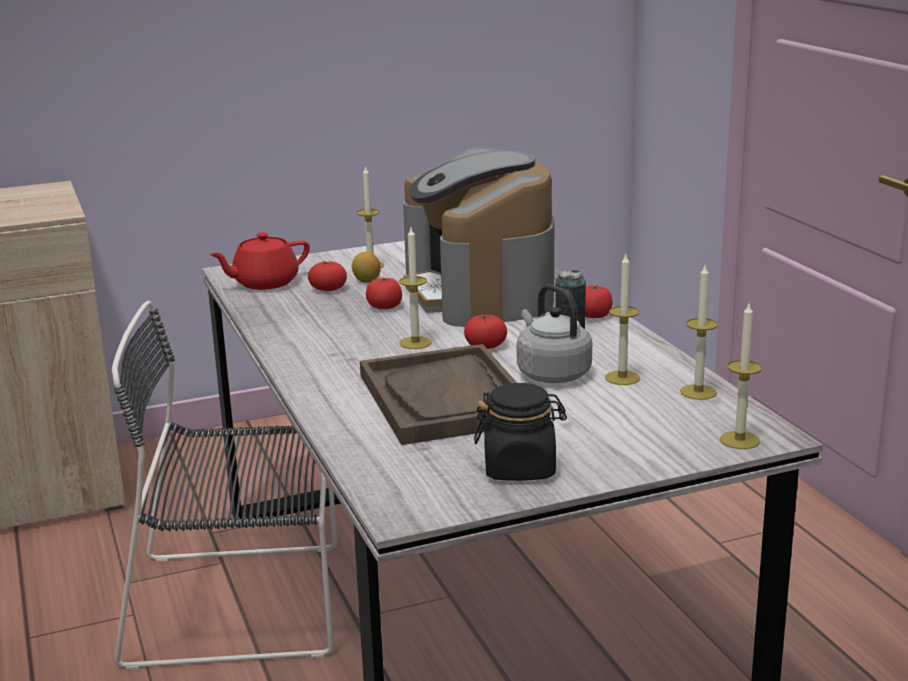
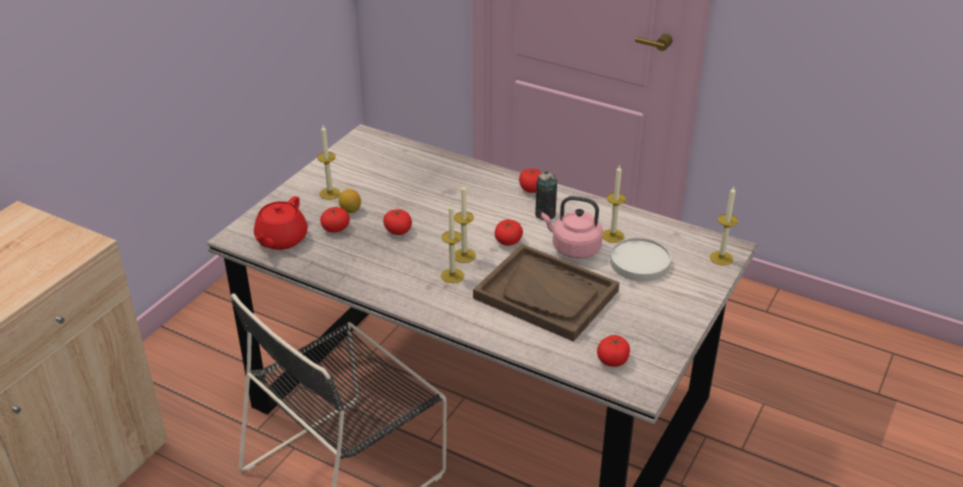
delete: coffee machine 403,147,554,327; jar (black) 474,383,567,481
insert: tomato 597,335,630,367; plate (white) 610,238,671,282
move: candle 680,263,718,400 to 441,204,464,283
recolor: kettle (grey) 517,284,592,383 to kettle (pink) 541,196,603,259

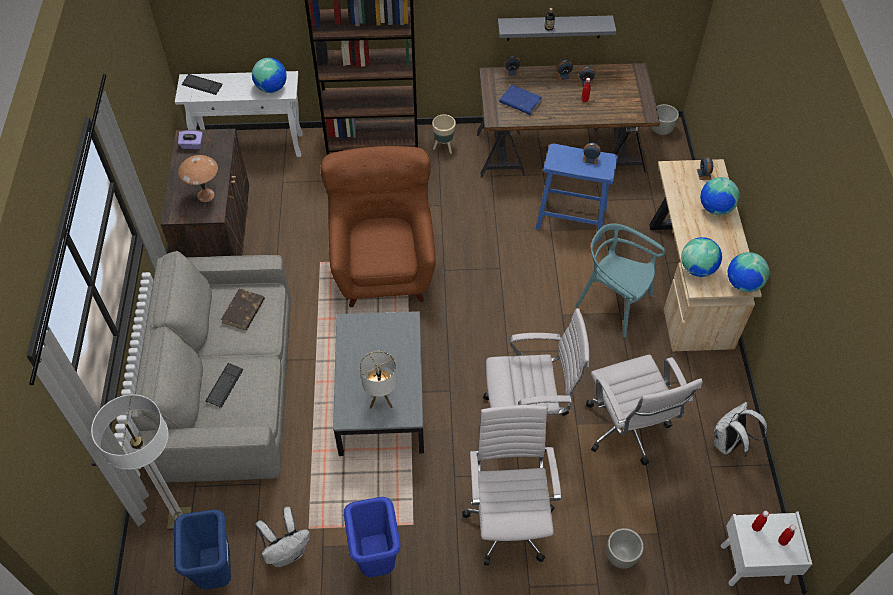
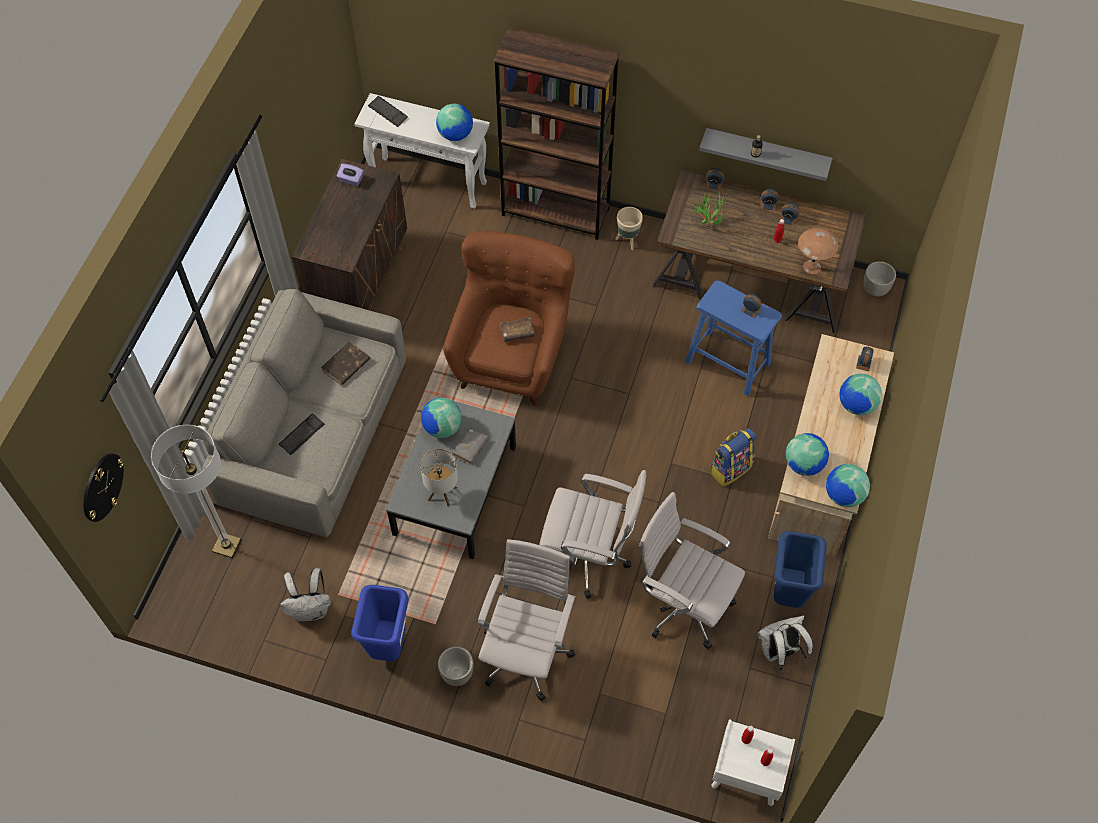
insert: wall clock 83,453,124,522; globe 421,398,462,438; book (grey) 452,428,487,466; book (brown) 500,317,535,342
move: trash can (blue) 174,509,231,589 to 774,531,827,608; table lamp (brown) 178,155,218,202 to 798,228,838,275; planter (grey) 607,528,644,569 to 438,647,473,686
replace: book (blue) 499,85,543,115 to potted plant 694,191,723,227; chair (turquoise) 575,223,666,337 to backpack 710,428,757,487
rotate: office chair (white) 586,355,703,465 = 639,492,745,649 120 degrees clockwise

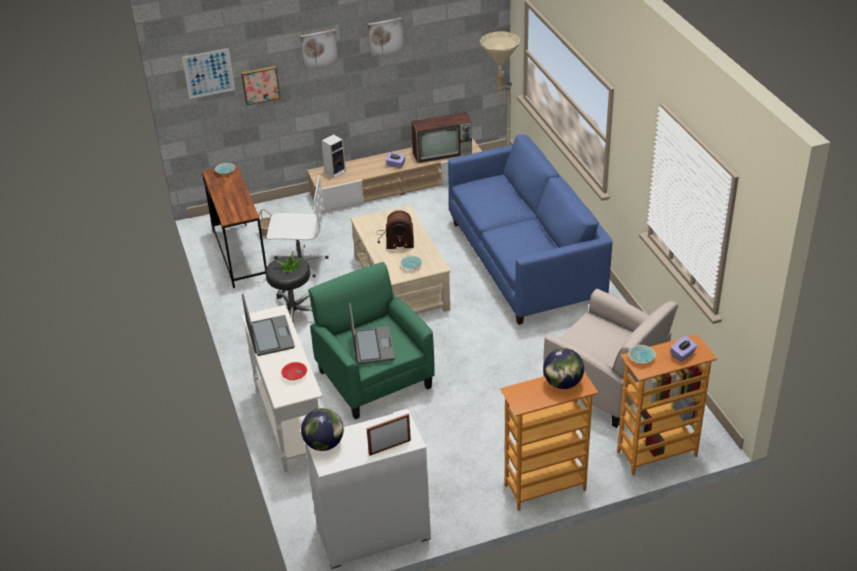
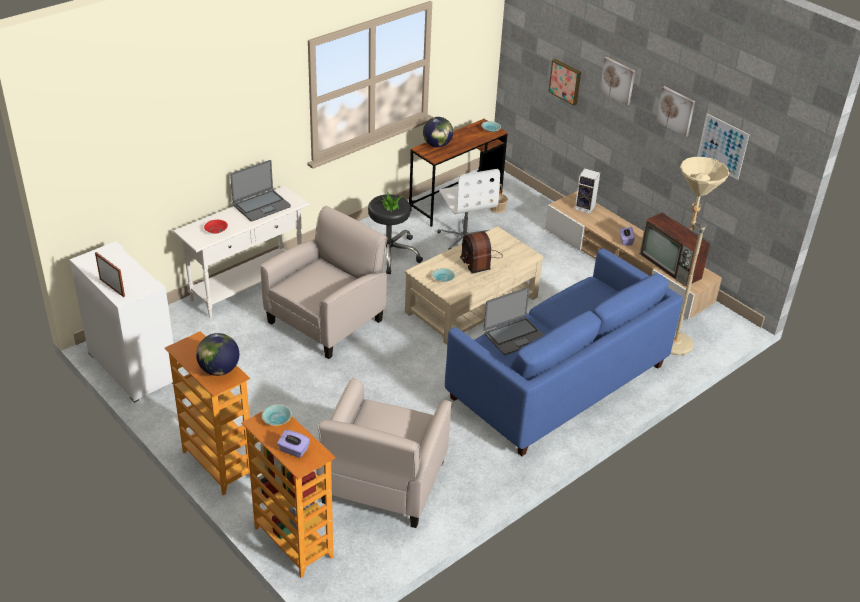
move: picture 182,48,235,99 to 697,114,750,180; globe 301,408,344,451 to 423,117,453,147; laptop 349,303,395,364 to 484,287,543,355
recolor: armchair (green) 308,262,435,419 to armchair (beige) 260,206,387,359

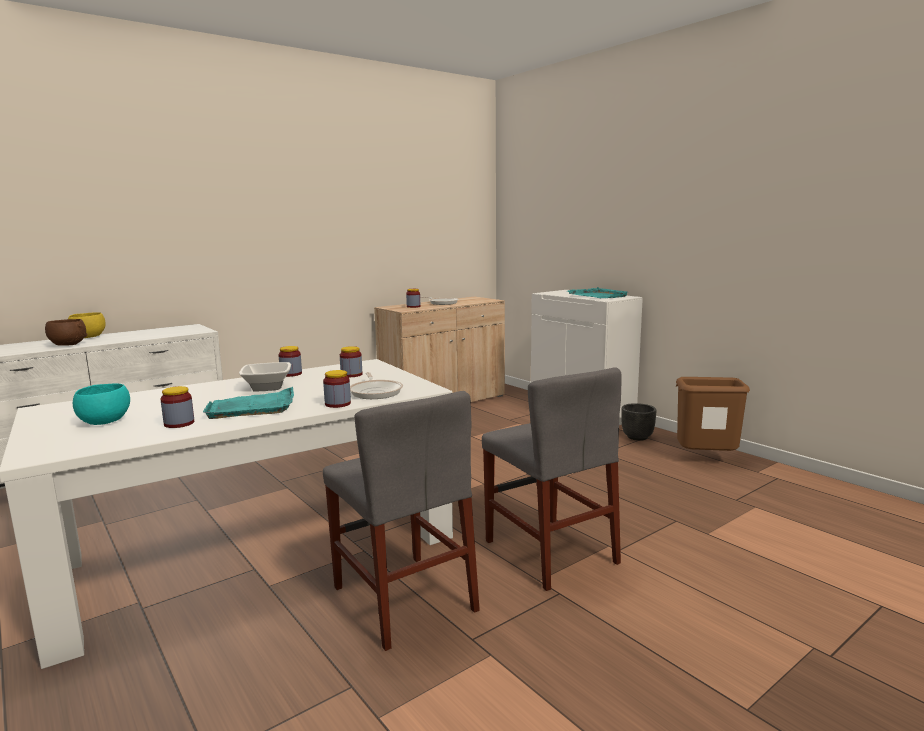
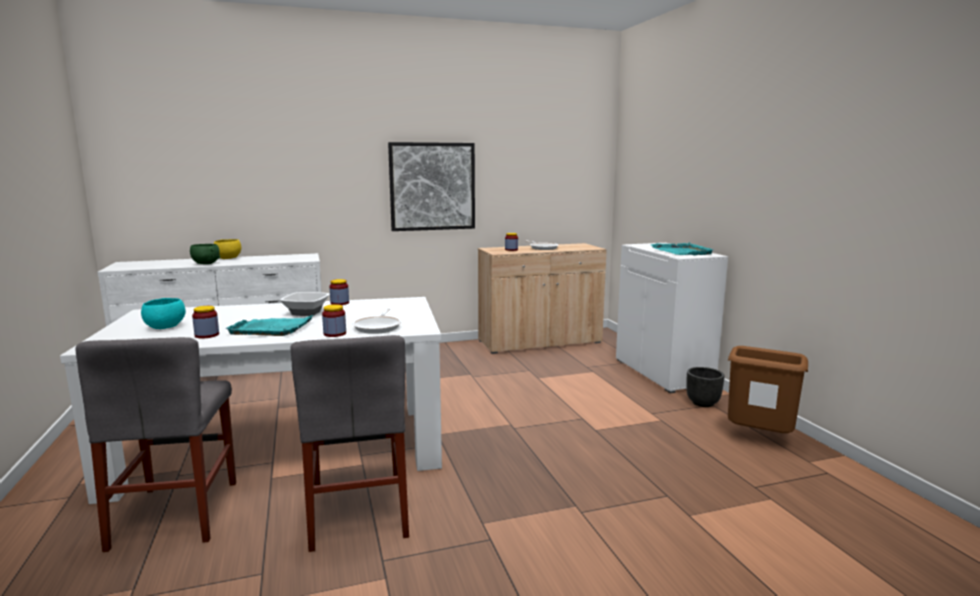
delete: jar 340,346,362,377
insert: picture 388,142,475,231
move: chair (grey) 482,368,622,591 to 75,337,236,552
recolor: bowl (brown) 45,319,88,346 to bowl (green) 190,244,220,264

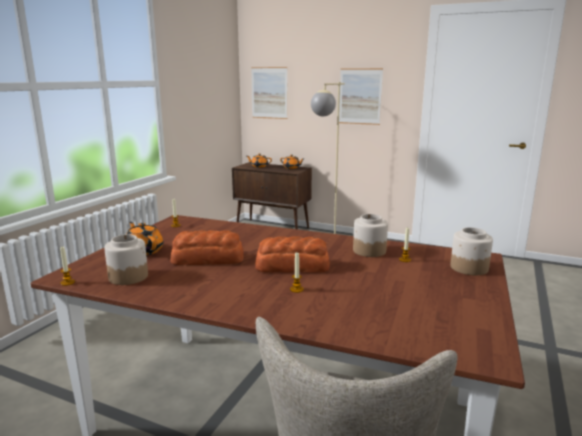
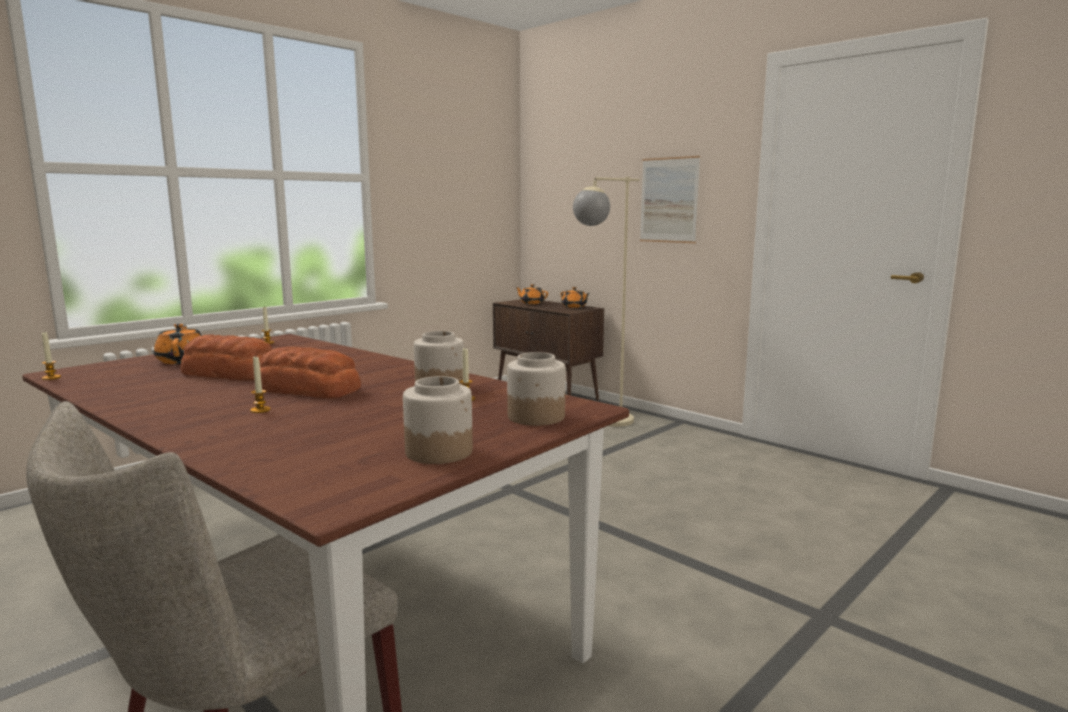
delete: picture 251,67,287,119
move: jar 104,234,148,285 to 403,376,473,464

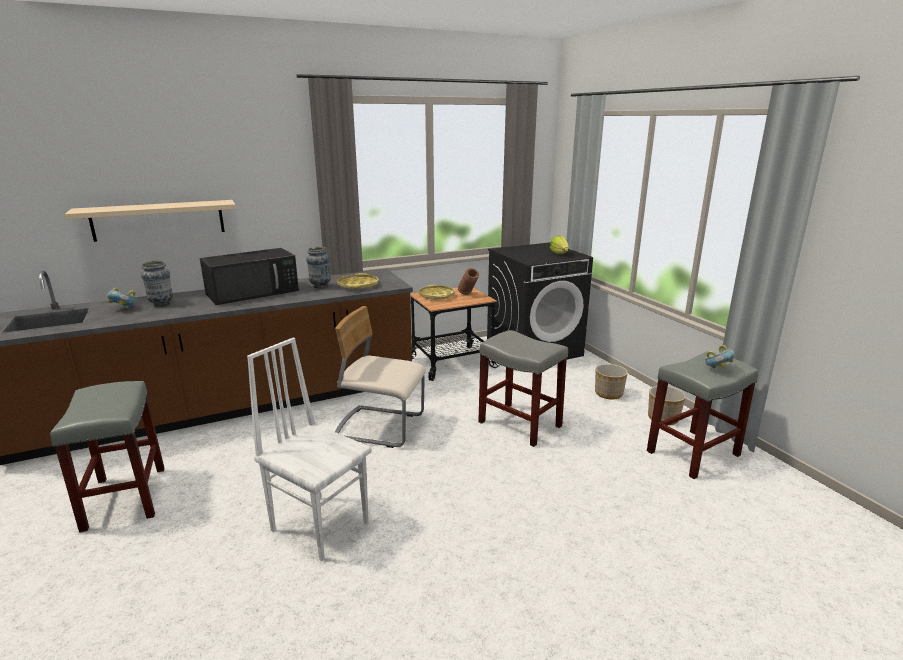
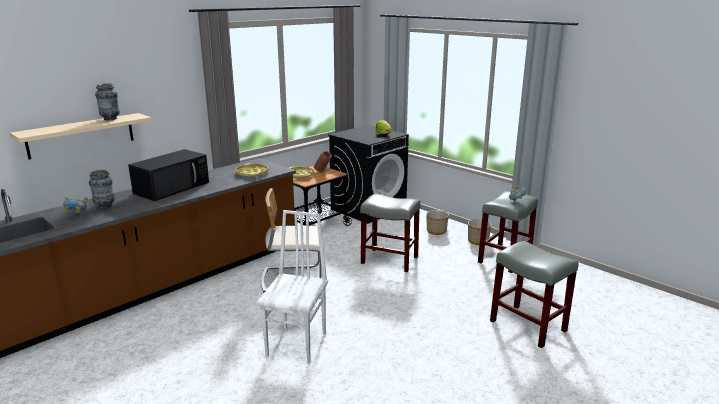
move: stool (grey) 50,381,165,533 to 490,241,578,349; vase 306,247,331,288 to 95,83,120,120
rotate: chair (white) 247,338,372,561 = 256,210,328,364 90 degrees clockwise

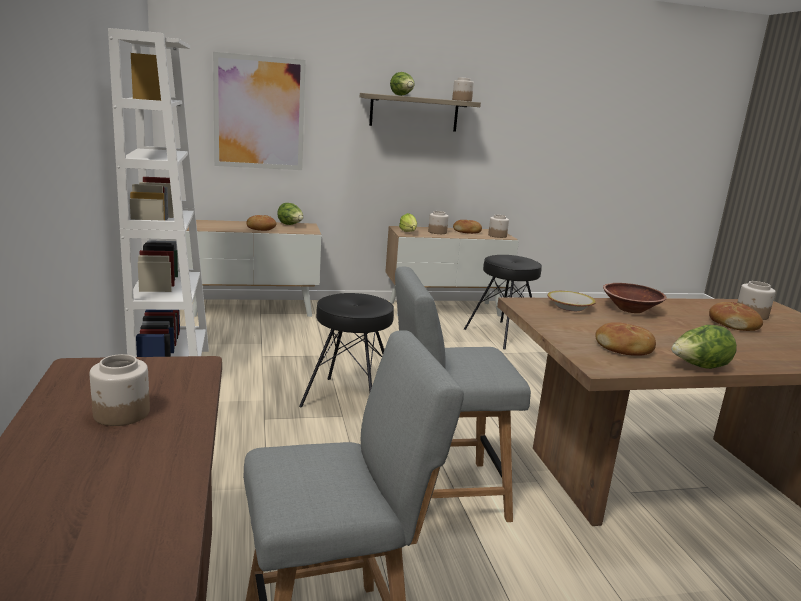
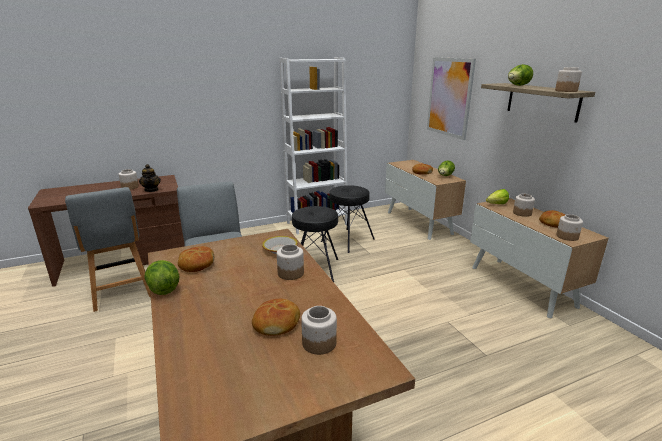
insert: teapot 139,164,161,192
move: stool (black) 464,255,542,349 to 321,185,375,253
replace: bowl (brown) 603,283,667,313 to jar 277,244,304,280

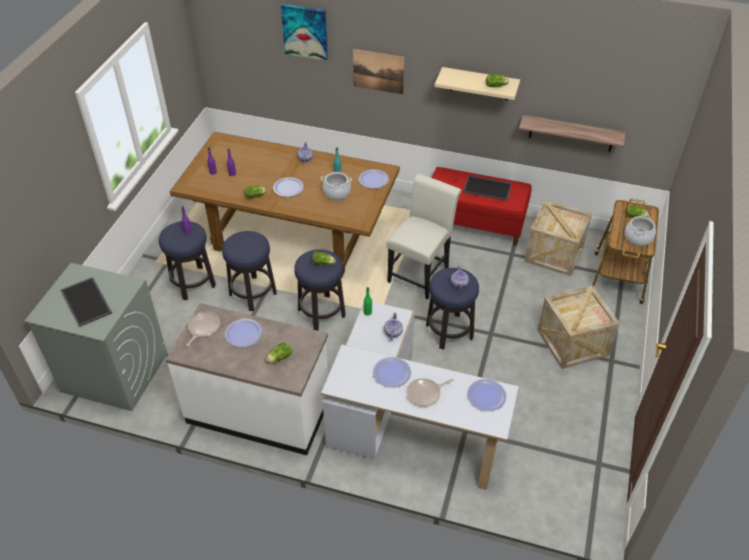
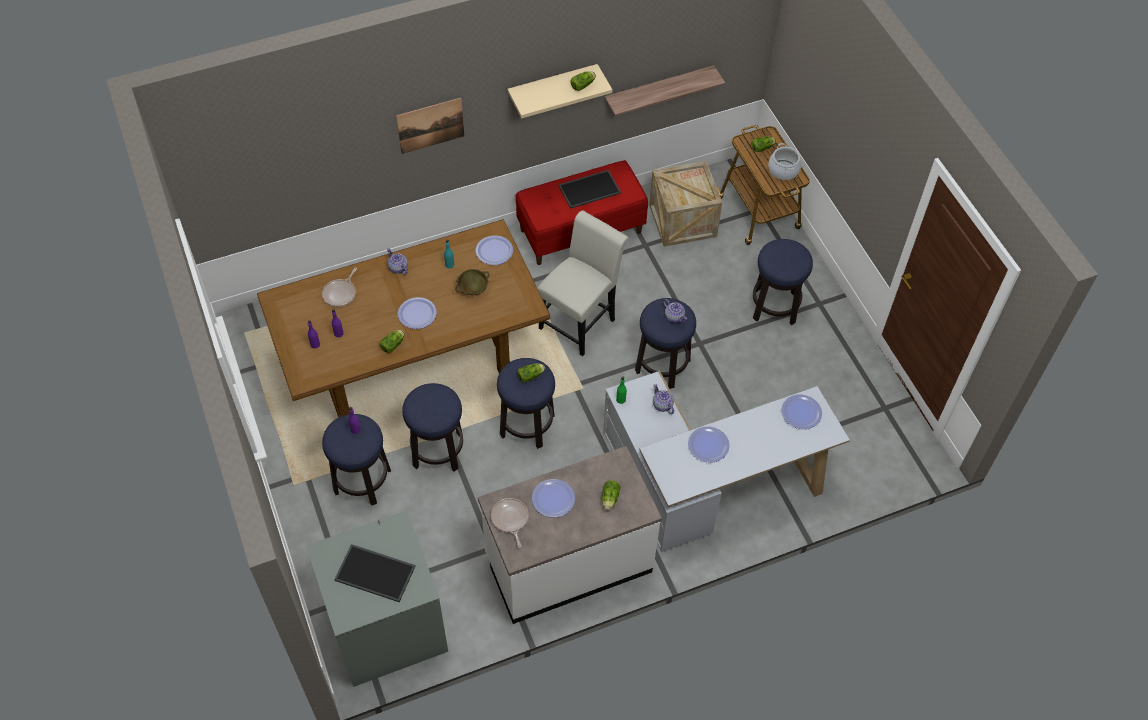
delete: picture 281,4,328,61
move: frying pan 407,378,454,407 to 322,267,357,307
replace: cooking pot 321,172,352,200 to bowl (beige) 455,269,490,295; crate 538,285,620,369 to stool 753,239,813,326
rotate: chair (white) 386,174,462,299 = 537,210,629,356 45 degrees clockwise

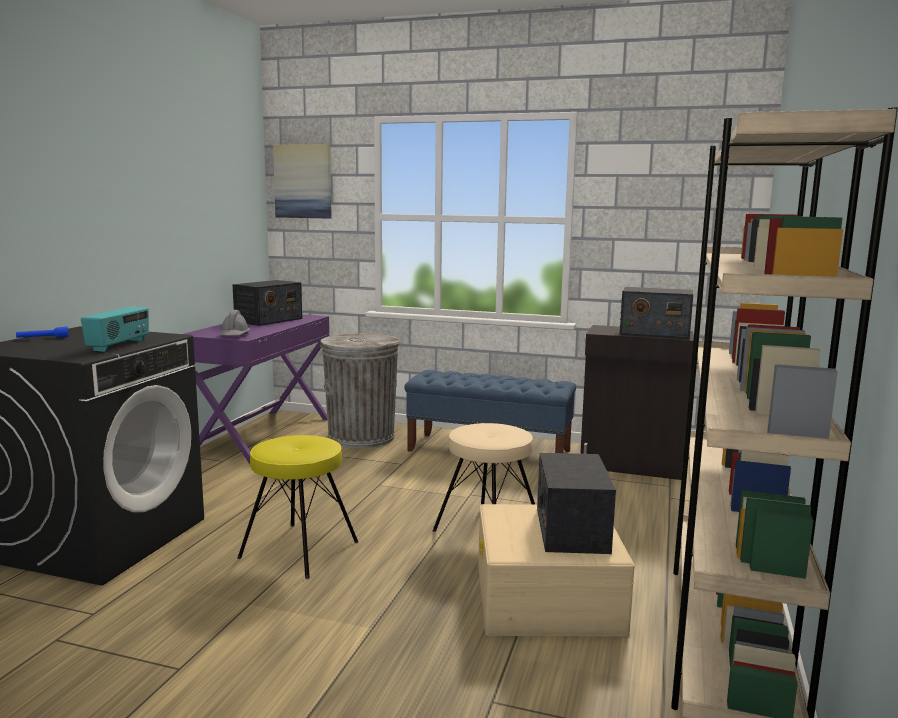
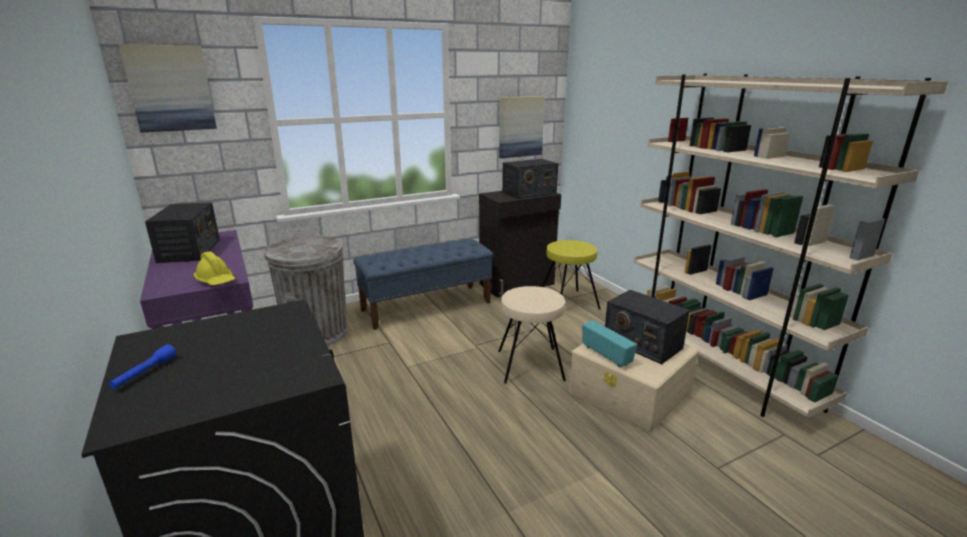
insert: picture 499,96,545,158
move: radio 81,307,149,352 to 582,320,637,367; stool (yellow) 237,435,358,579 to 542,240,601,310
recolor: hard hat (grey) 219,310,250,336 to hard hat (yellow) 194,251,236,285

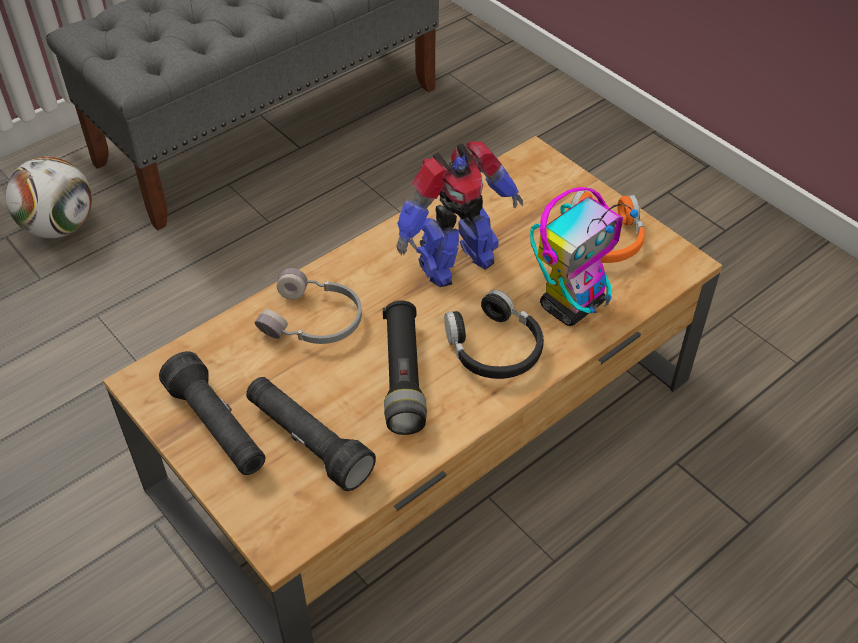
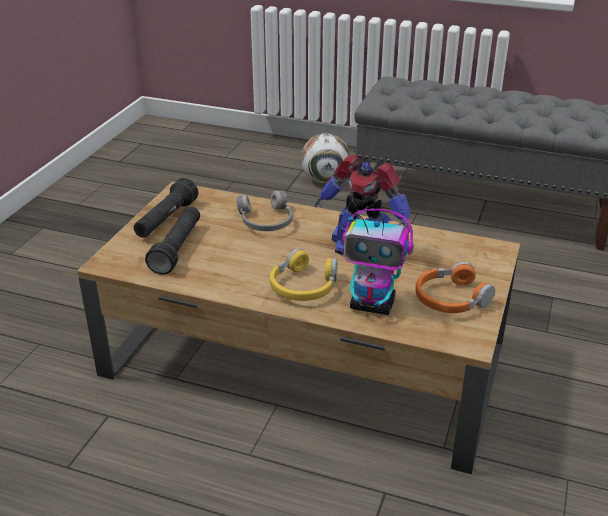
delete: flashlight (black) 383,300,427,435
recolor: headphones (black) 444,290,544,379 to headphones (yellow) 270,248,337,301

